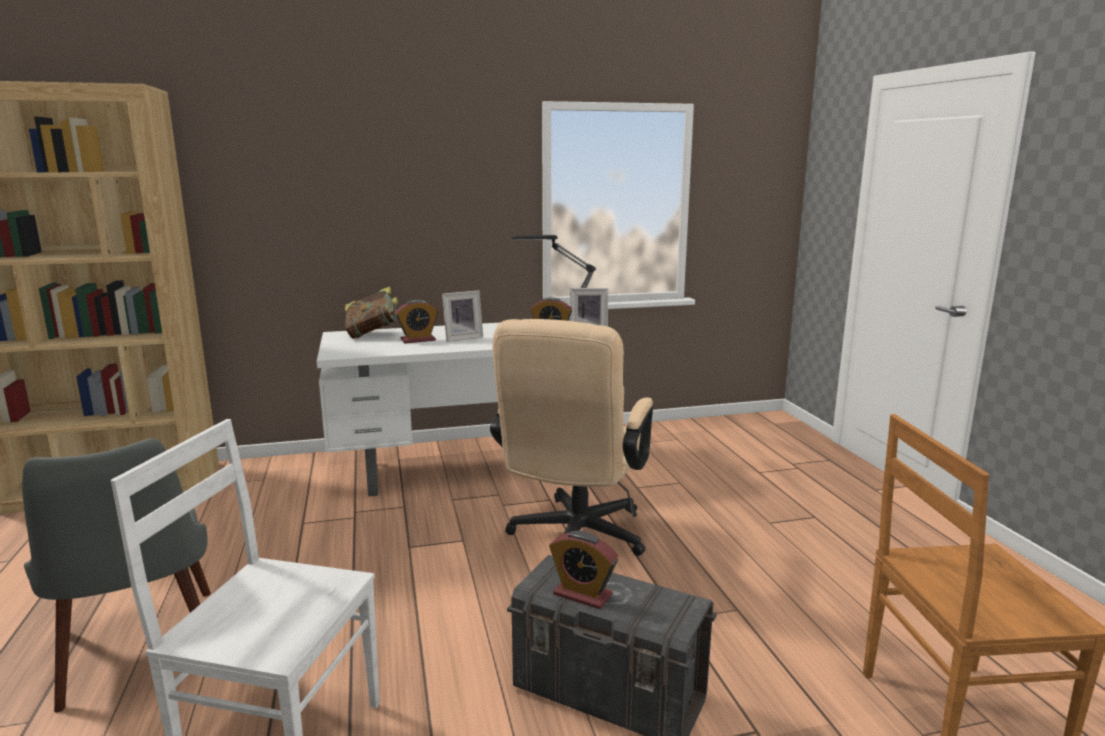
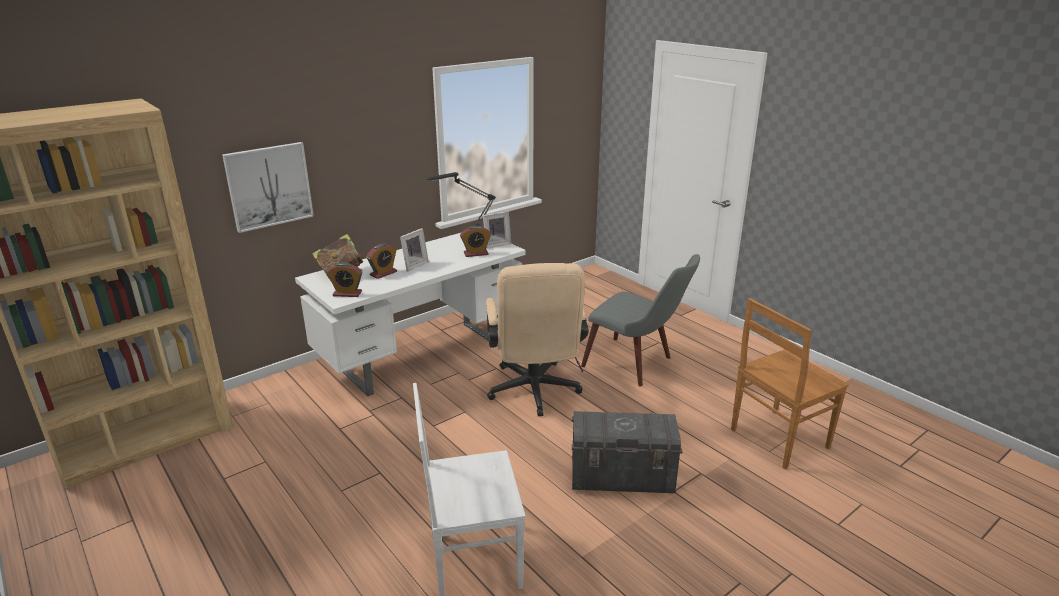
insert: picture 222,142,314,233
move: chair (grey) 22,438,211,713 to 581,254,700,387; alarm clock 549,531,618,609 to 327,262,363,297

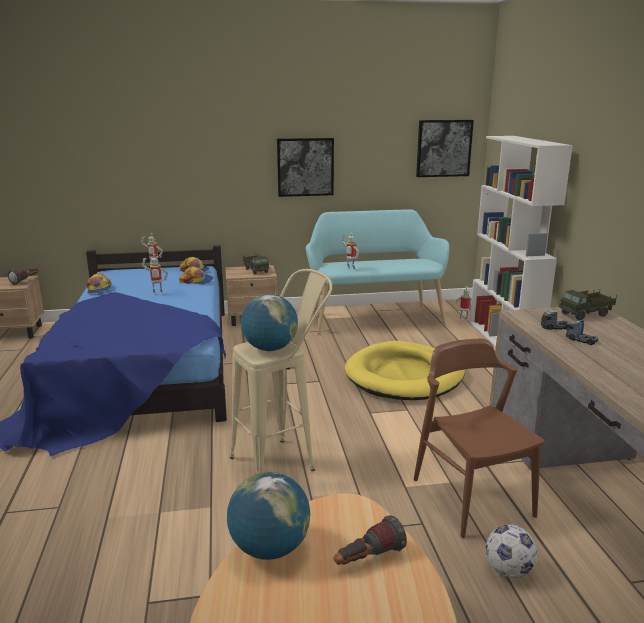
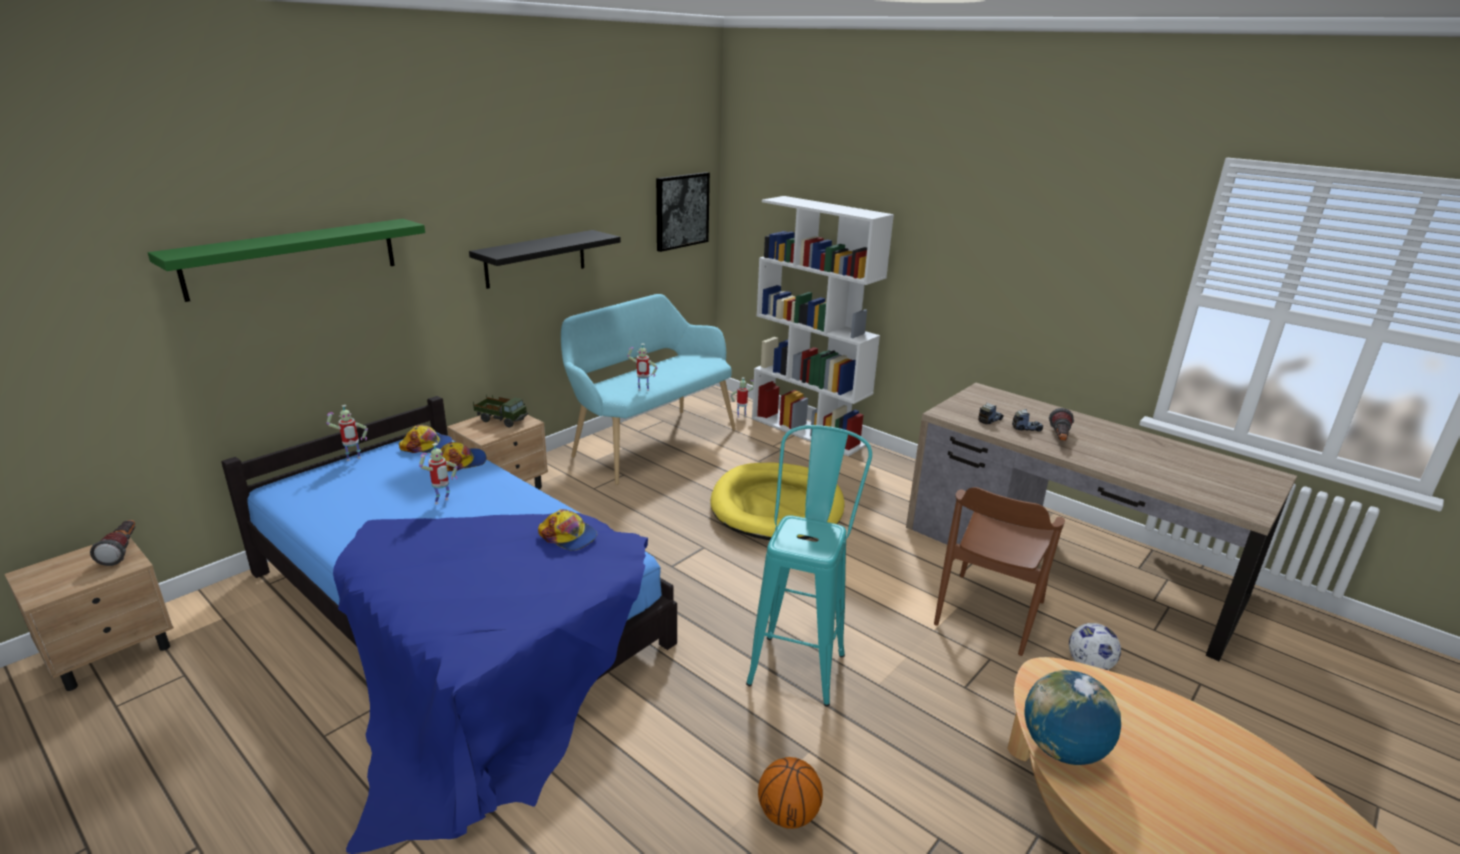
delete: globe 241,294,298,351; toy truck 559,290,617,320
insert: shelf (green) 148,219,425,302; basketball 758,757,823,829
move: cap 87,273,112,294 to 538,509,597,551; flashlight 334,515,407,565 to 1049,408,1074,441
replace: picture 277,138,334,197 to shelf (black) 469,230,621,289
recolor: stool (beige) 230,269,333,474 to stool (turquoise) 746,425,872,707
rotate: chair (brown) 414,339,544,538 = 934,487,1065,656 90 degrees counterclockwise

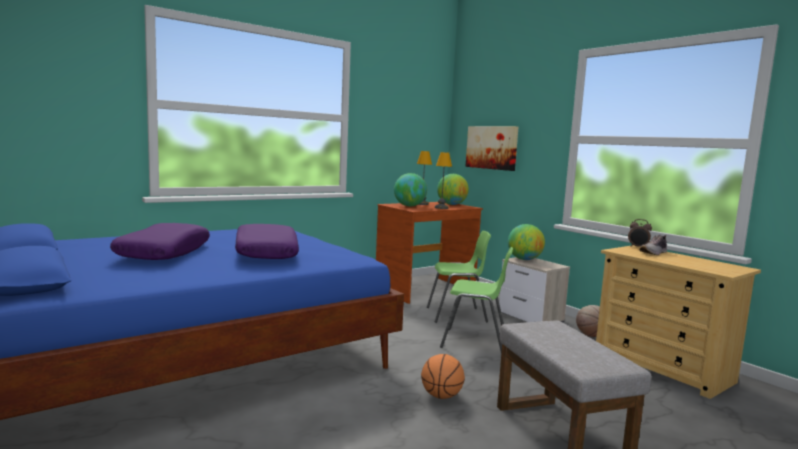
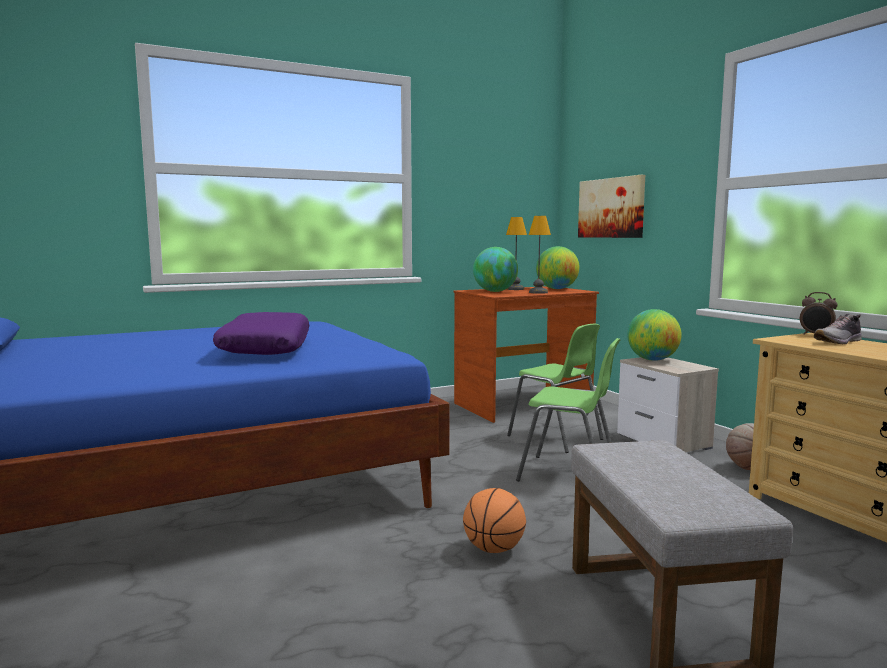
delete: pillow (purple) 110,223,210,260
rotate: chair (green) 427,231,491,323 = 507,324,603,453 45 degrees clockwise

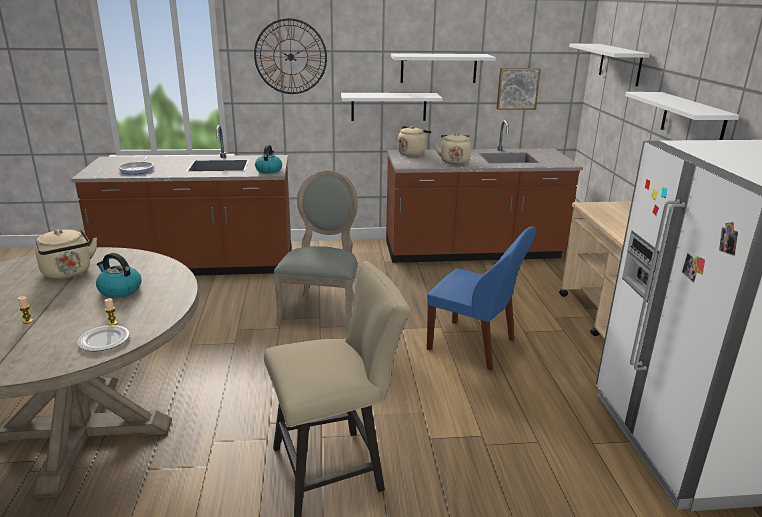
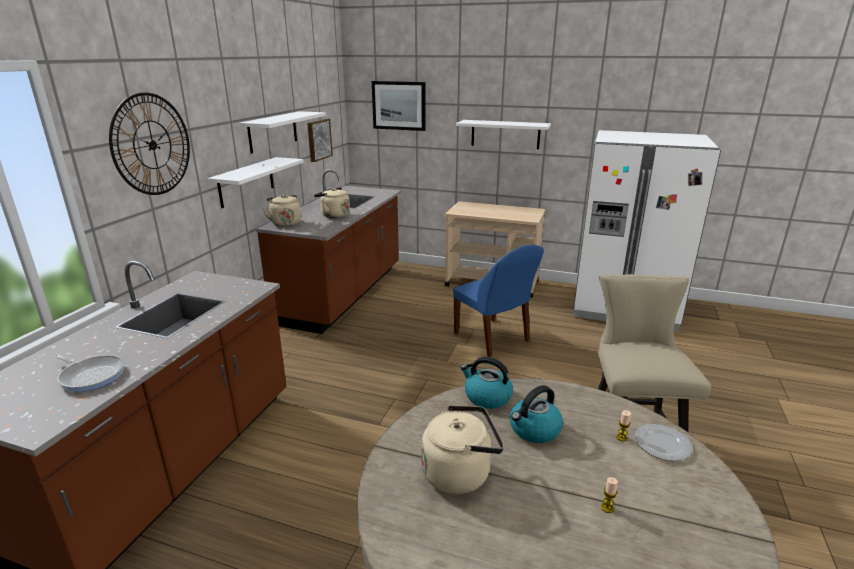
delete: chair (grey) 273,170,358,333
move: kettle 255,145,282,174 to 461,357,513,409
replace: shelf (white) 569,44,650,86 to picture 372,81,425,131
rotate: chair (blue) 427,226,536,371 = 453,245,544,357 90 degrees clockwise

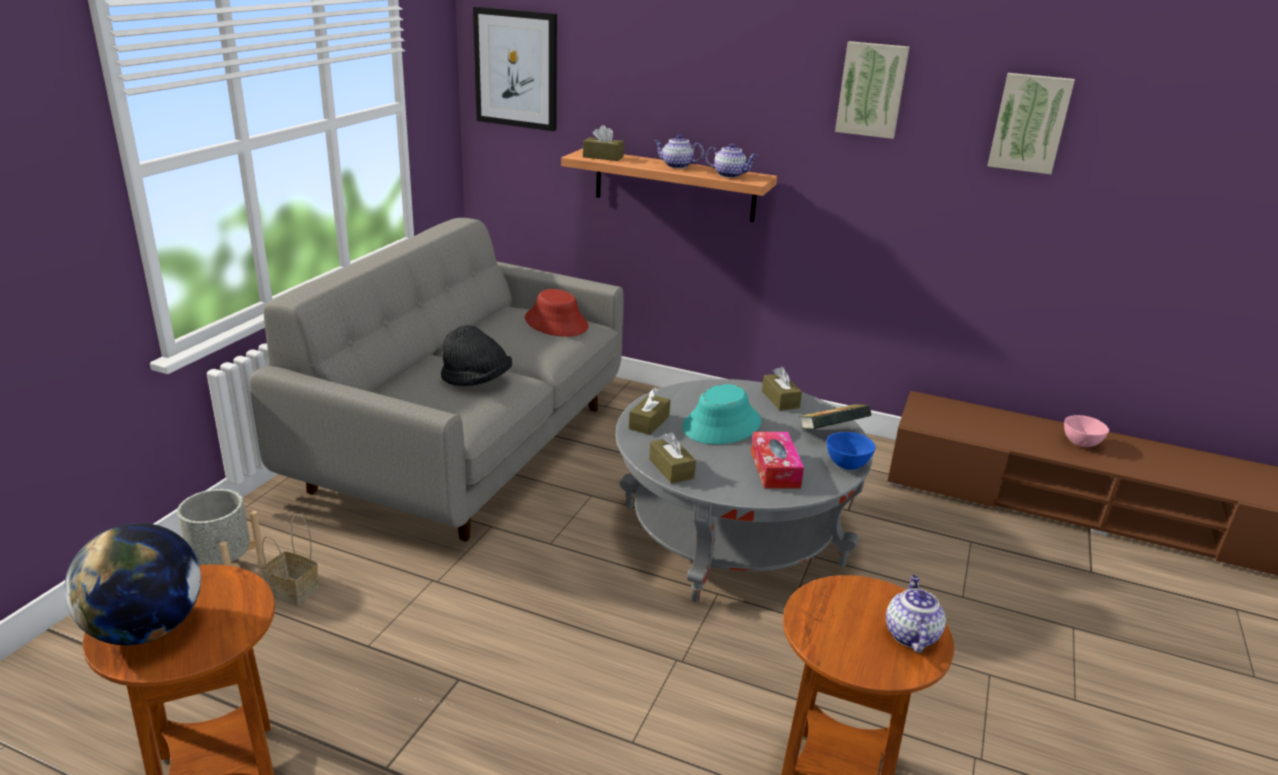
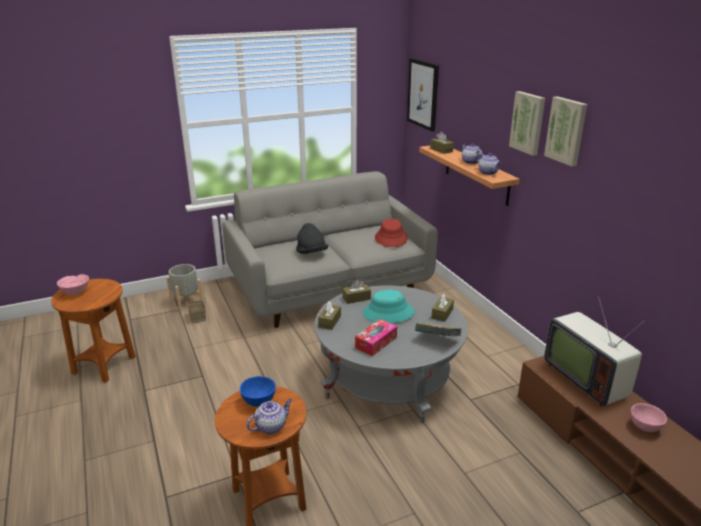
insert: television 544,296,644,407
move: bowl (blue) 827,432,876,470 to 240,376,276,407; picture 988,73,1075,174 to 509,91,545,156
replace: globe 64,523,201,645 to bowl (pink) 57,274,89,295

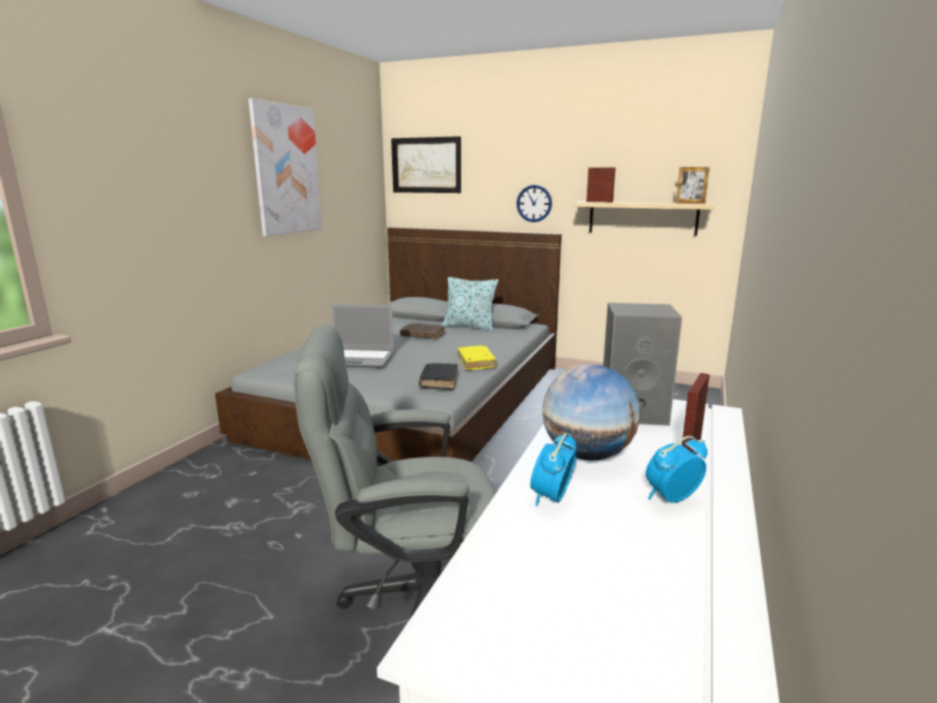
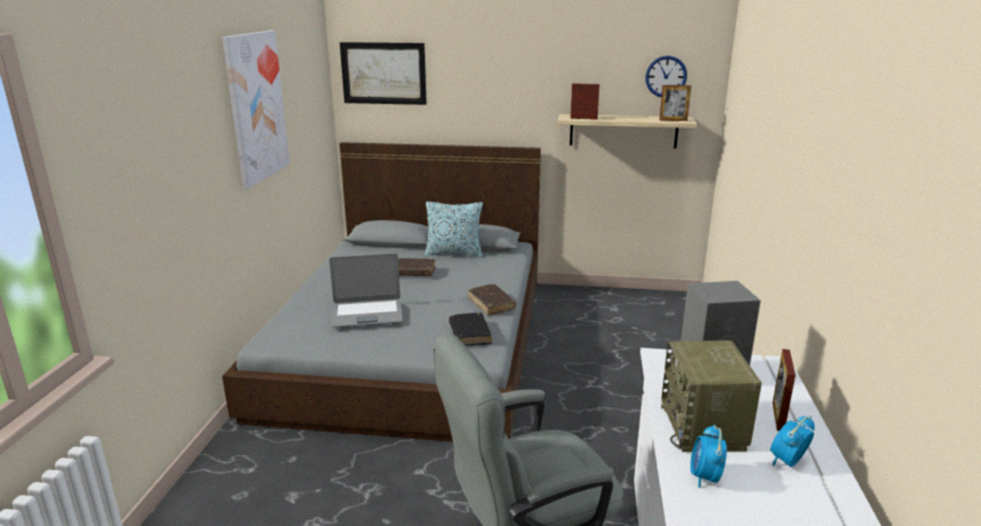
move: wall clock 517,185,552,222 to 645,56,687,97
replace: globe 542,364,640,461 to radio 661,341,762,452
recolor: book (yellow) 458,346,497,370 to book (brown) 468,284,516,316

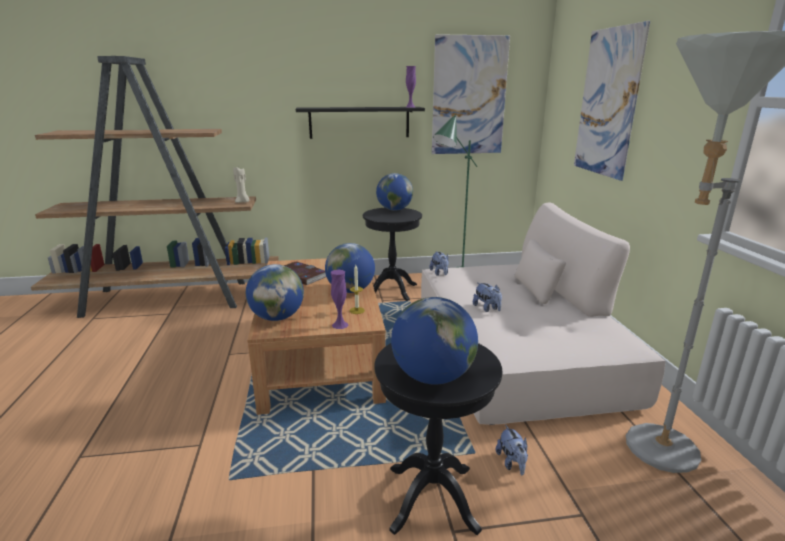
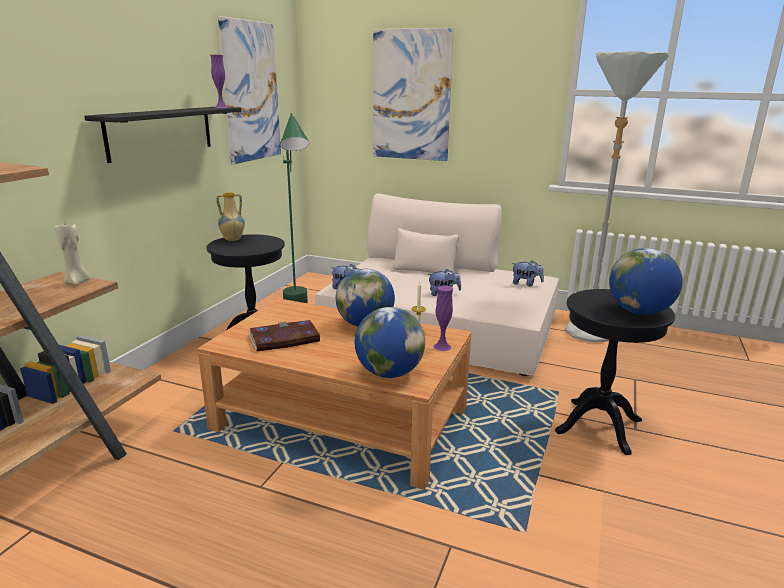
move: plush toy 496,425,528,475 to 512,260,544,287
replace: globe 376,173,413,211 to vase 216,192,245,241

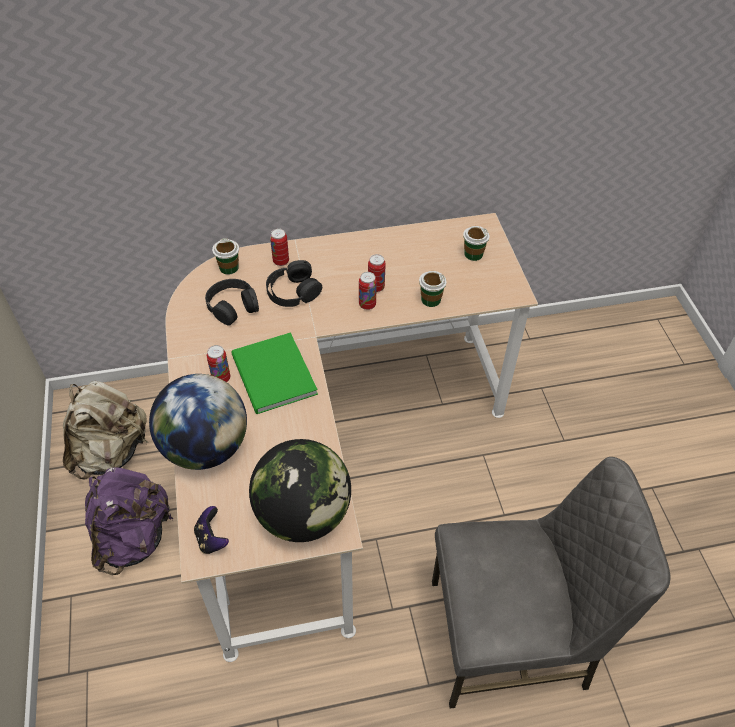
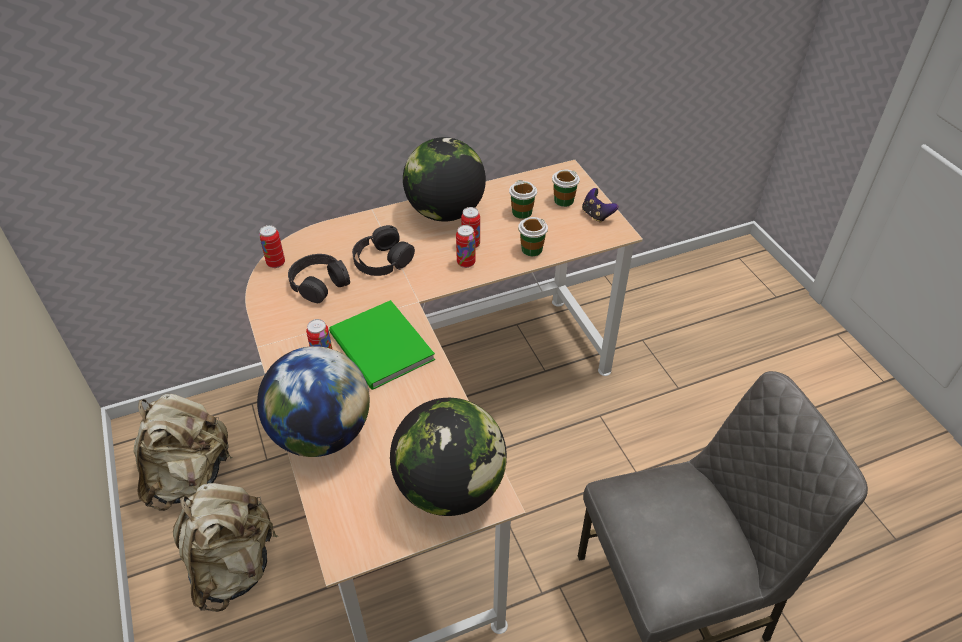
insert: globe 403,137,486,222
move: game controller 194,506,229,554 to 582,188,619,223; cup 212,238,239,275 to 509,180,537,219; can 270,228,289,266 to 259,225,285,268
recolor: backpack (purple) 85,467,174,575 to backpack (beige) 173,483,278,612

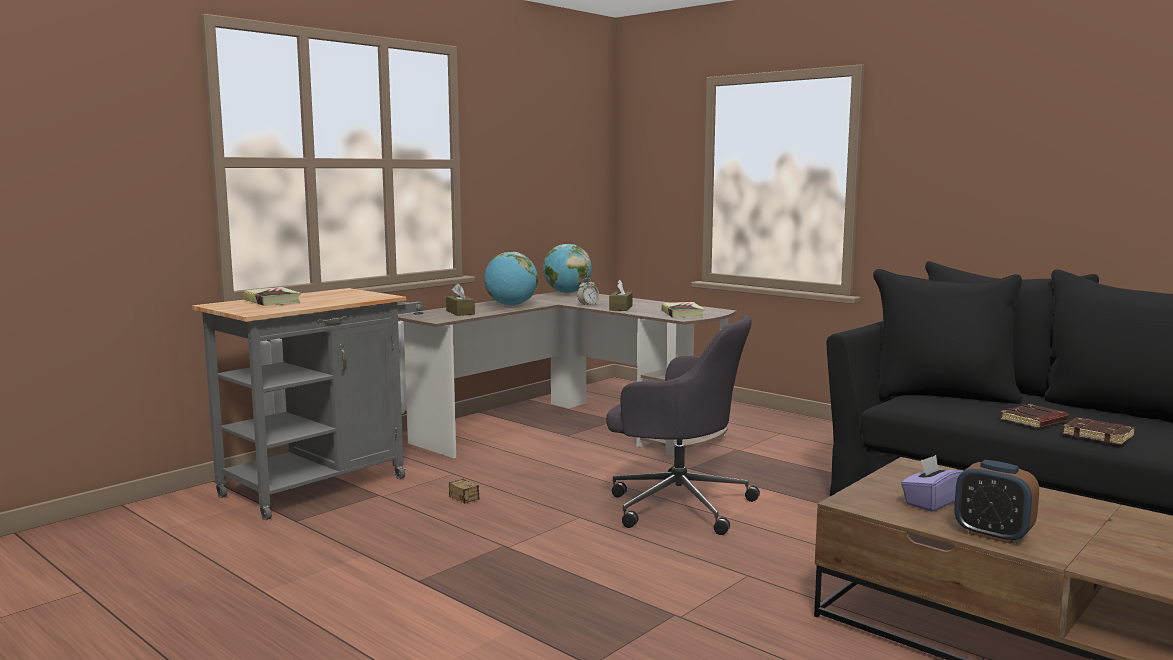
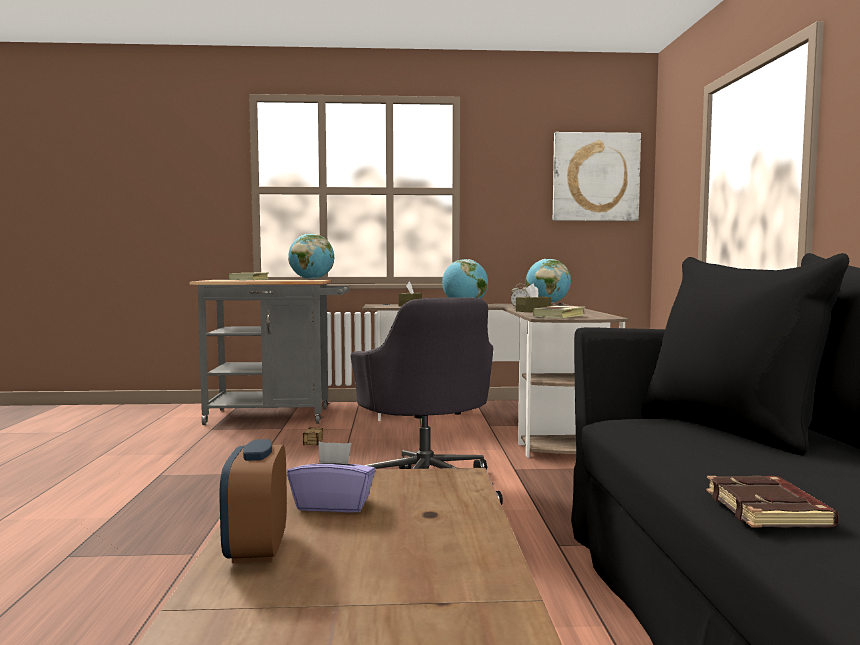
delete: book (brown) 1000,404,1069,428
insert: globe 288,234,334,280; picture 553,132,641,221

